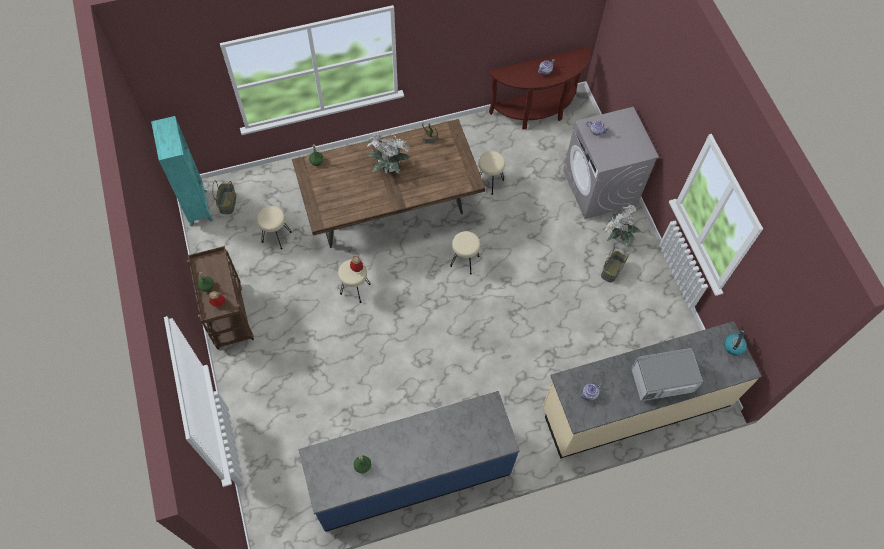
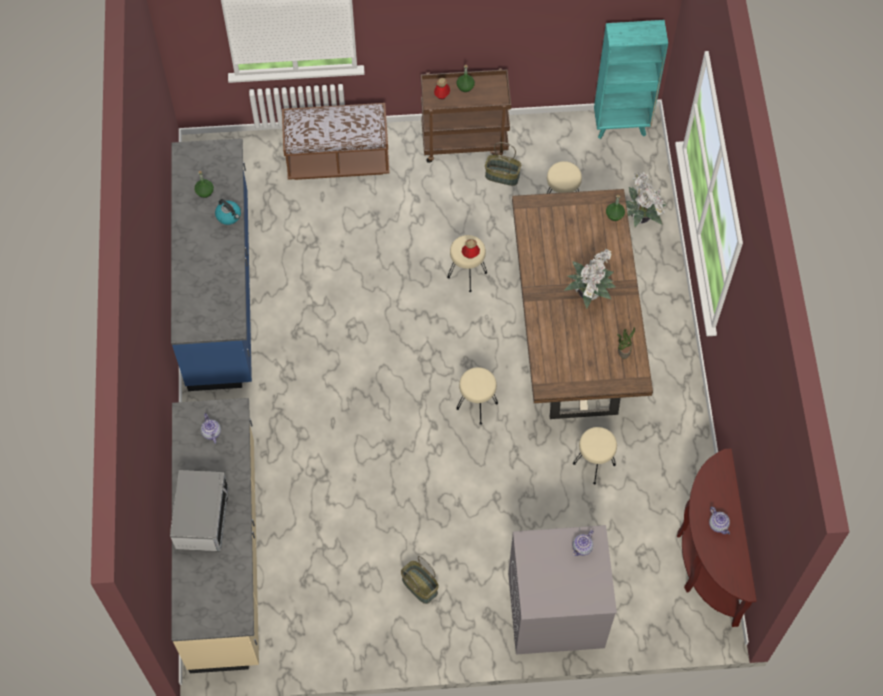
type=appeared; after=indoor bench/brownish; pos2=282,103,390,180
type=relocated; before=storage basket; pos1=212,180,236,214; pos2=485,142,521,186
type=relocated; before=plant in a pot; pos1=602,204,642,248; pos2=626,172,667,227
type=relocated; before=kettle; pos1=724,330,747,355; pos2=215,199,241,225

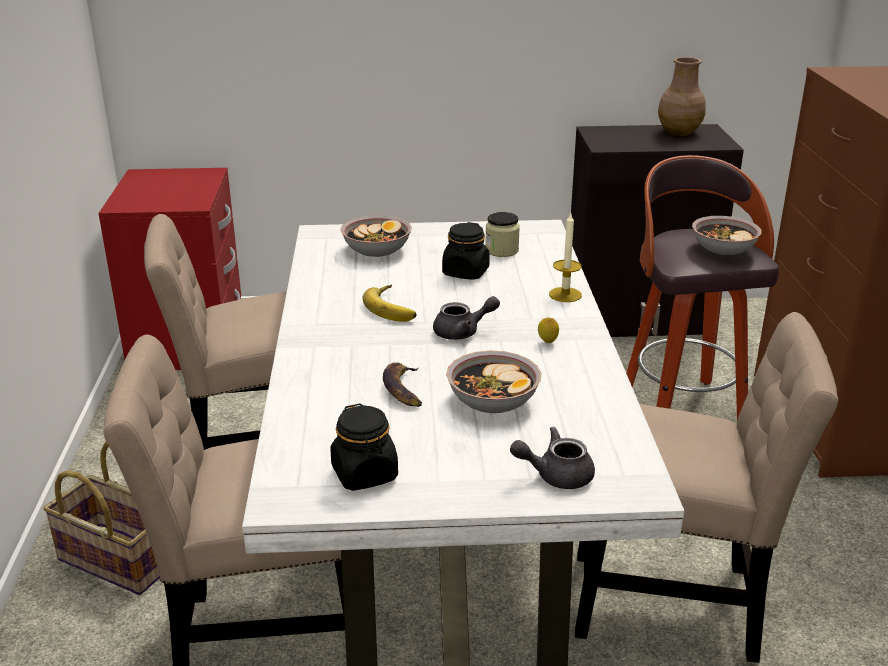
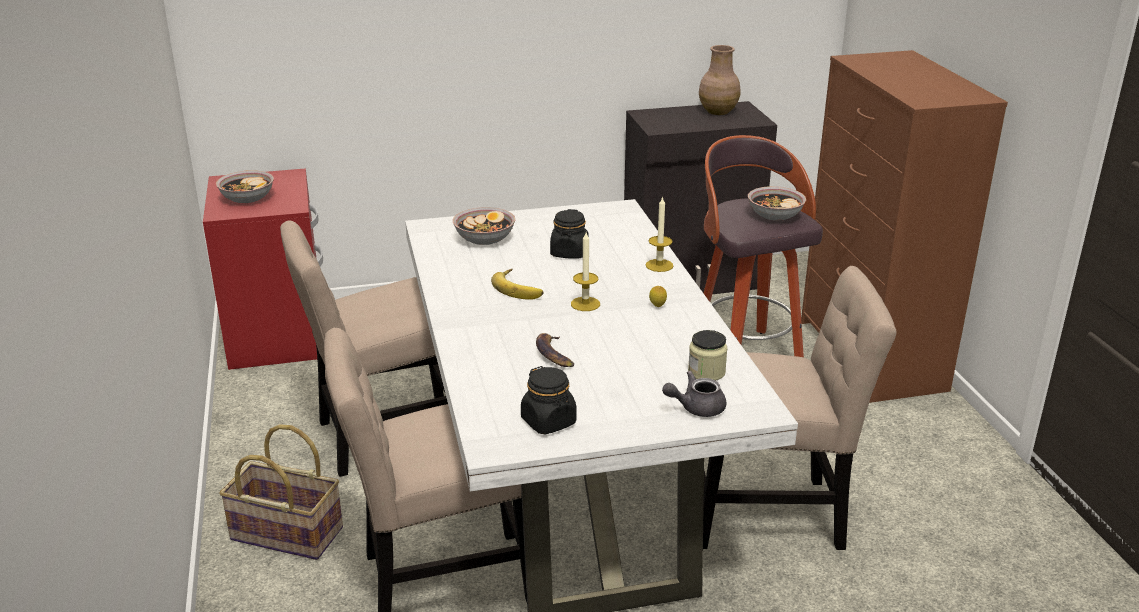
type=relocated; before=serving bowl; pos1=446,350,541,413; pos2=216,170,274,203
type=relocated; before=storage jar; pos1=485,212,520,257; pos2=688,330,728,381
type=exchanged; before=tea pot/greyish; after=wax light; pos1=433,296,500,340; pos2=571,232,600,311

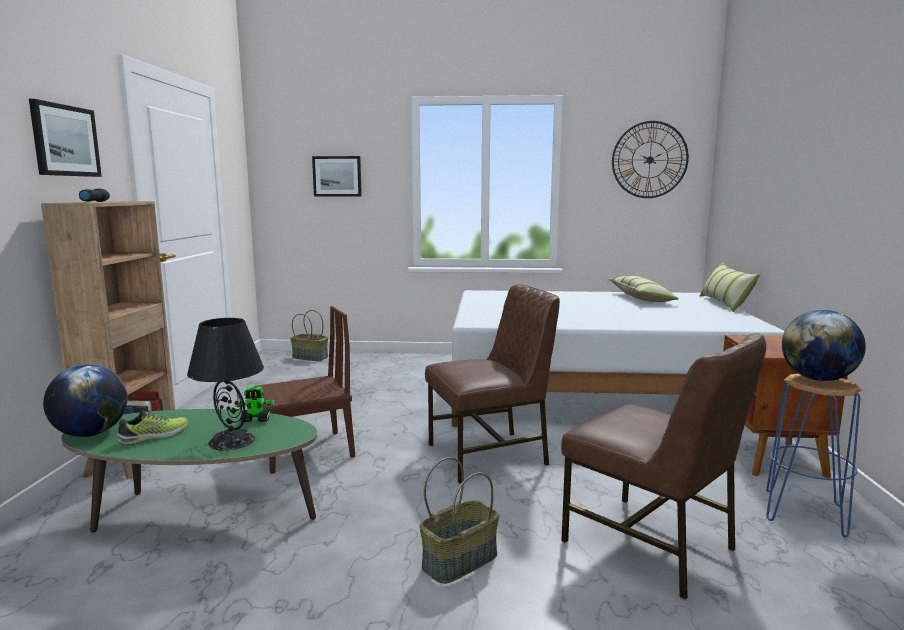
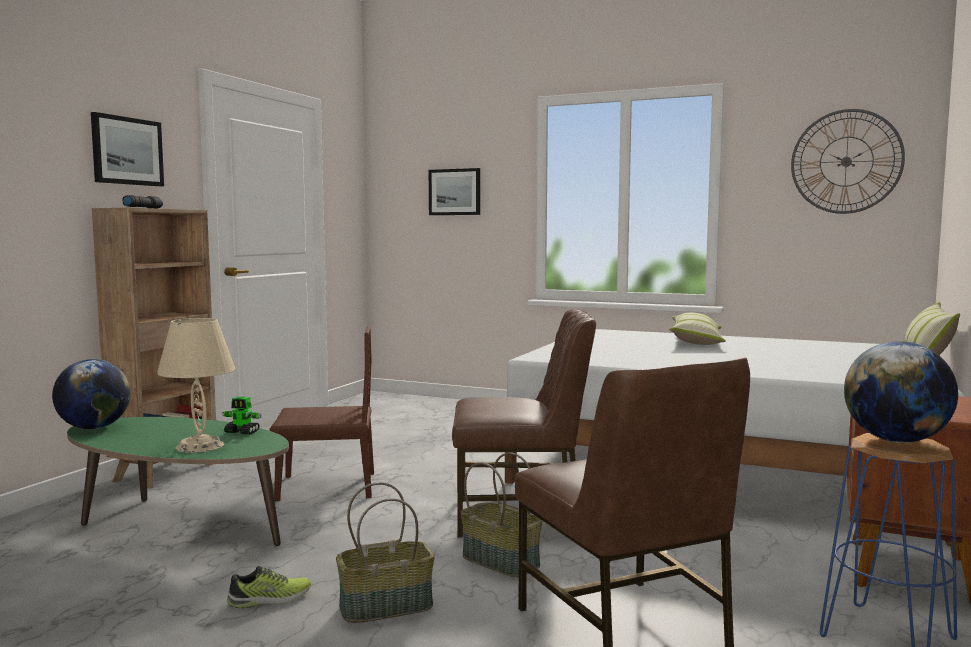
type=relocated; before=shoe; pos1=117,411,188,445; pos2=227,566,311,608
type=relocated; before=storage basket; pos1=290,310,328,361; pos2=461,452,542,577
type=relocated; before=cushion; pos1=608,276,679,302; pos2=669,313,725,345
type=colour; before=tabletop lamp/black; after=tabletop lamp/beige-coloured; pos1=187,318,264,451; pos2=157,318,235,453

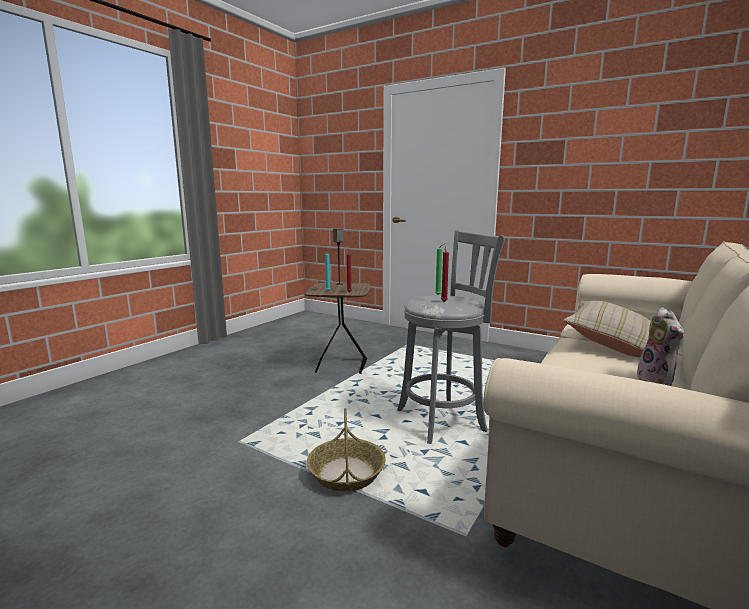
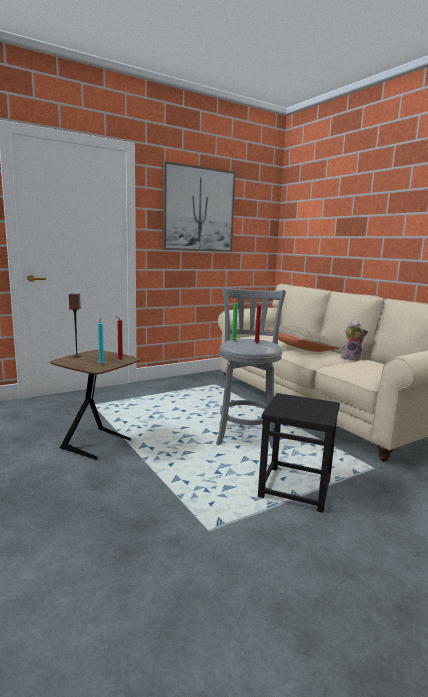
type=appeared; after=wall picture; pos2=162,161,236,252
type=exchanged; before=storage basket; after=stool/black; pos1=307,408,386,492; pos2=258,393,340,513

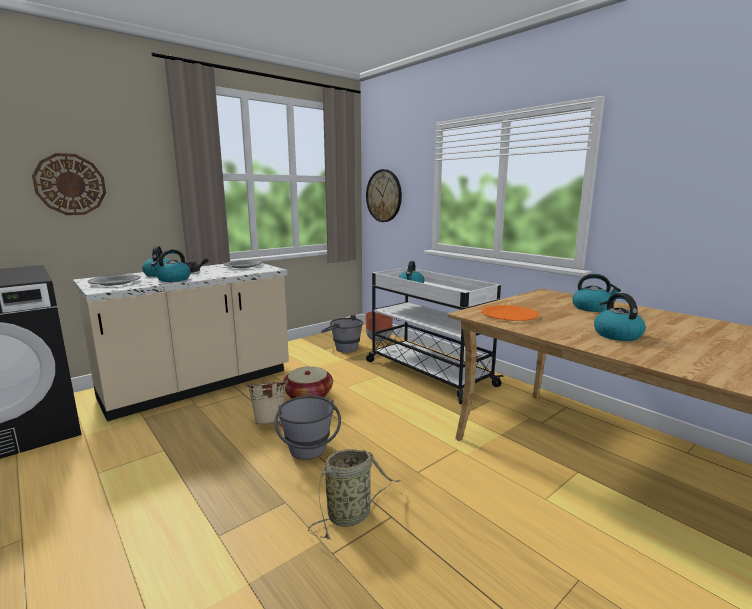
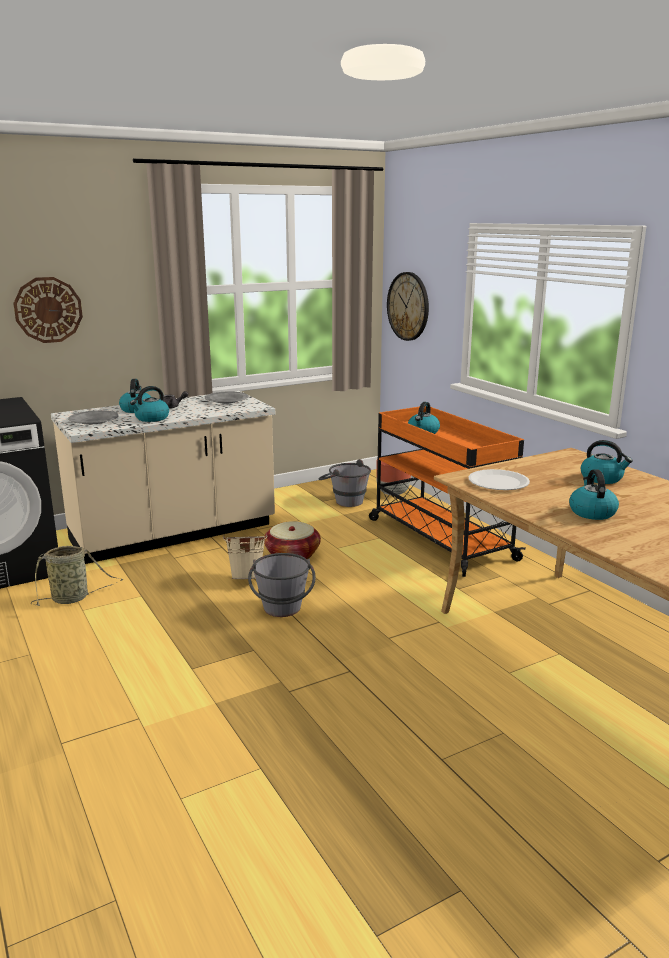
type=relocated; before=storage basket; pos1=308,449,401,539; pos2=31,546,123,606
type=colour; before=trolley/white; after=trolley/orange; pos1=366,267,504,404; pos2=369,406,526,577
type=colour; before=plate/orange; after=plate/white; pos1=481,305,539,321; pos2=468,469,530,490

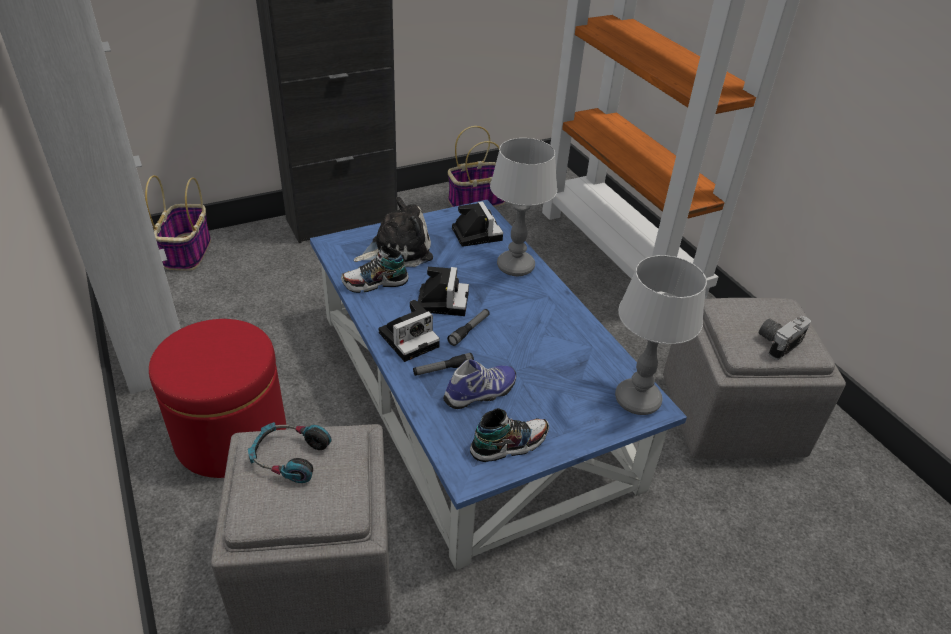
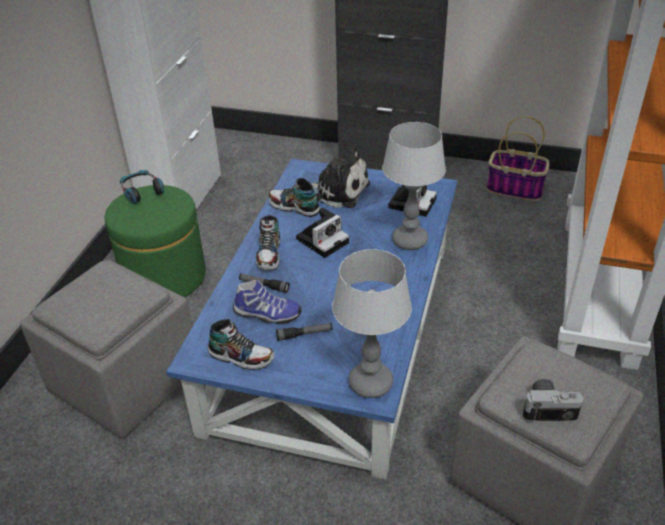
type=missing; before=storage basket; pos1=145,175,211,271
type=relocated; before=headphones; pos1=248,422,332,483; pos2=120,170,164,204
type=relocated; before=flashlight; pos1=447,309,490,346; pos2=276,323,333,341
type=exchanged; before=still camera; after=shoe; pos1=379,300,440,362; pos2=256,215,280,270
type=colour; before=pouffe/red-coloured; after=pouffe/green; pos1=149,319,286,478; pos2=105,185,206,297

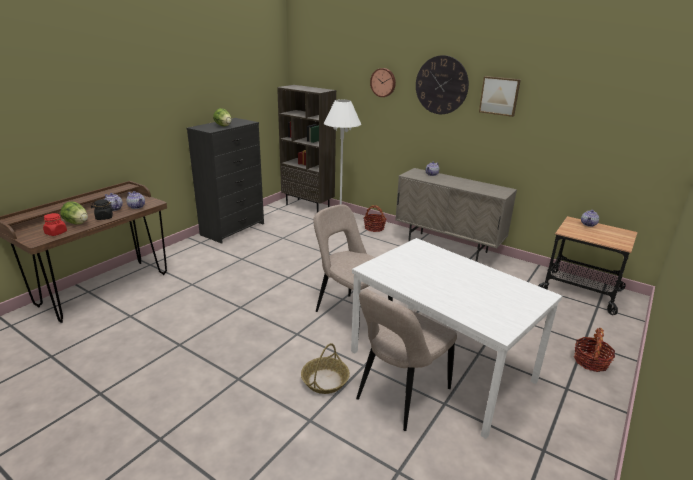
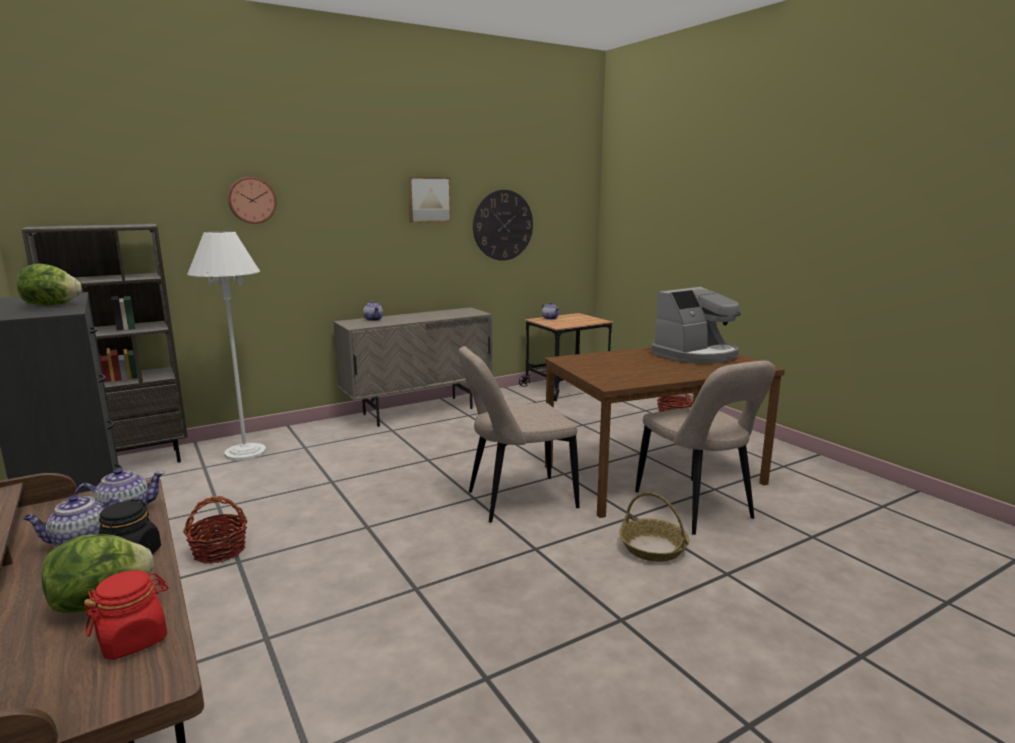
type=appeared; after=coffee machine; pos2=652,287,741,364
type=relocated; before=storage basket; pos1=364,205,386,232; pos2=183,496,247,564
type=relocated; before=clock on the wall; pos1=416,55,469,114; pos2=473,190,533,261
type=colour; before=kitchen table/white; after=kitchen table/brownish; pos1=351,238,562,439; pos2=544,347,785,518

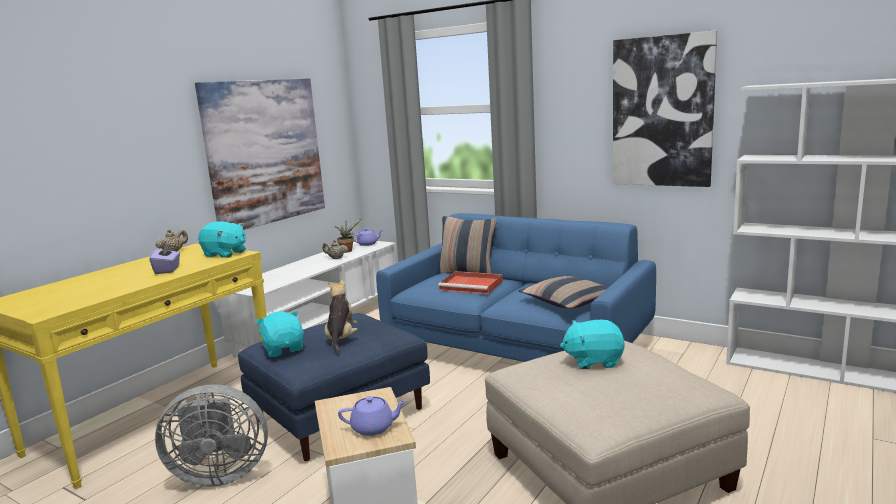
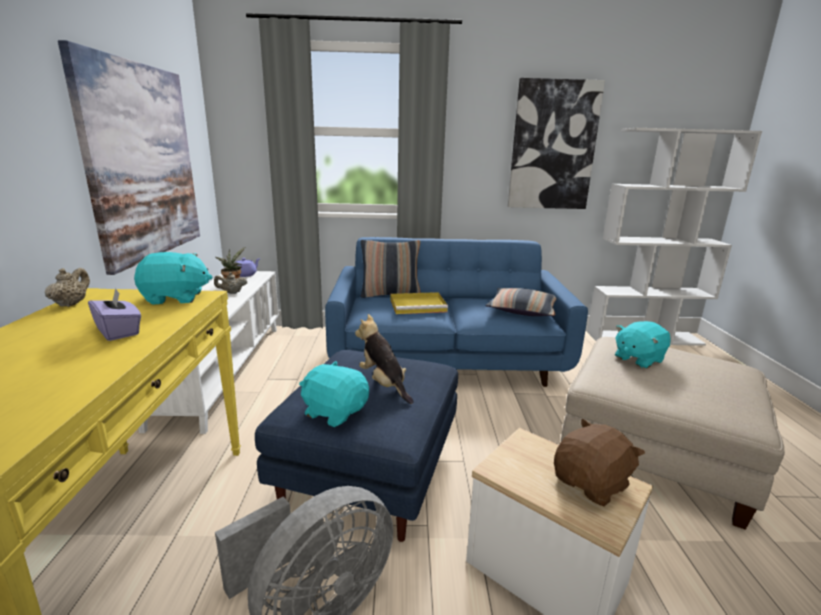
type=exchanged; before=tea pot/purplish; after=plush toy/brownish; pos1=338,396,407,436; pos2=554,419,645,507
type=colour; before=serving tray/red-coloured; after=serving tray/yellow-coloured; pos1=438,271,503,294; pos2=390,292,448,314

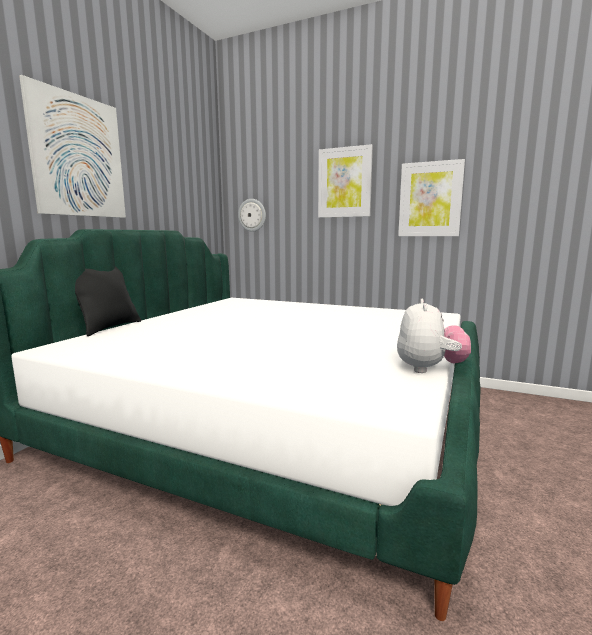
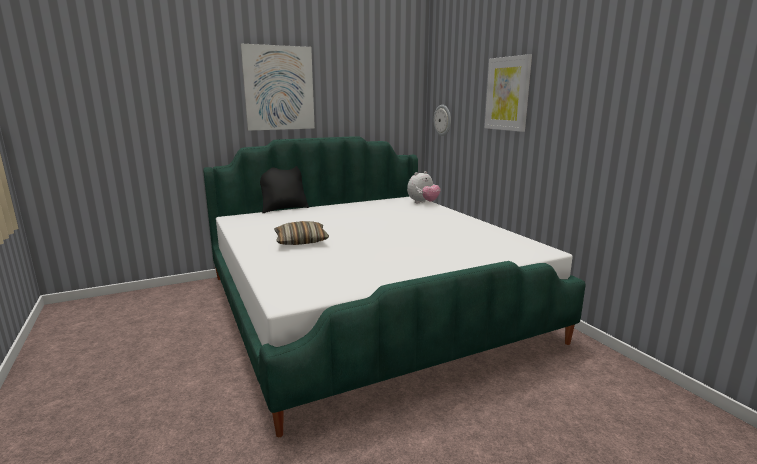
type=missing; before=wall picture; pos1=398,159,465,236
type=appeared; after=cushion; pos2=274,221,329,245
type=relocated; before=plush toy; pos1=397,299,471,373; pos2=407,171,441,203

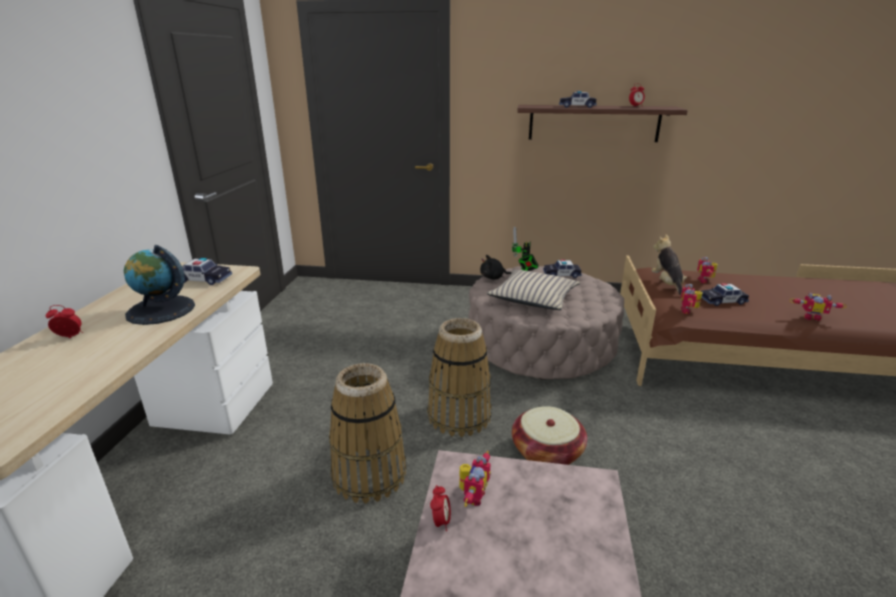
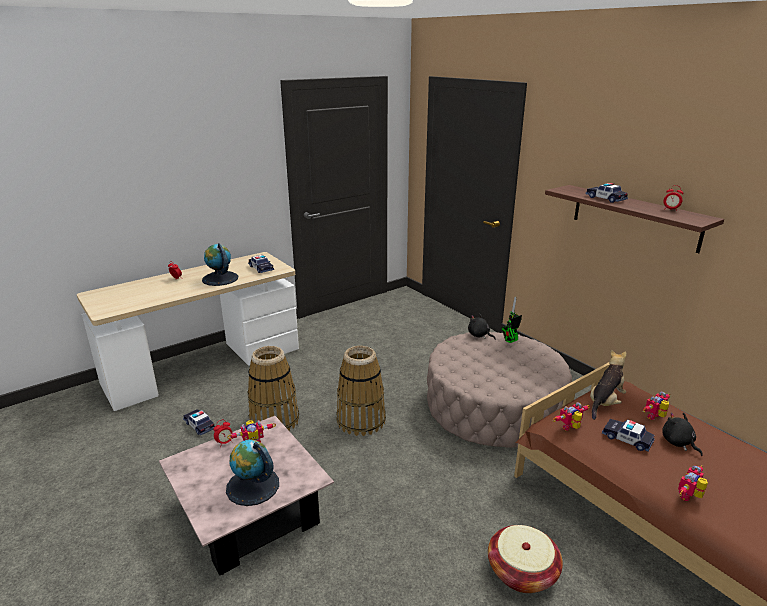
type=missing; before=cushion/beige-coloured; pos1=486,270,580,310
type=appeared; after=world globe; pos2=226,439,279,506
type=appeared; after=plush toy/black; pos2=662,413,703,456
type=relocated; before=storage basket; pos1=512,406,587,465; pos2=488,525,563,593
type=relocated; before=miniature car; pos1=543,259,582,278; pos2=183,409,215,436
type=spun; before=model robot; pos1=789,293,847,321; pos2=678,465,708,501; turn=75

